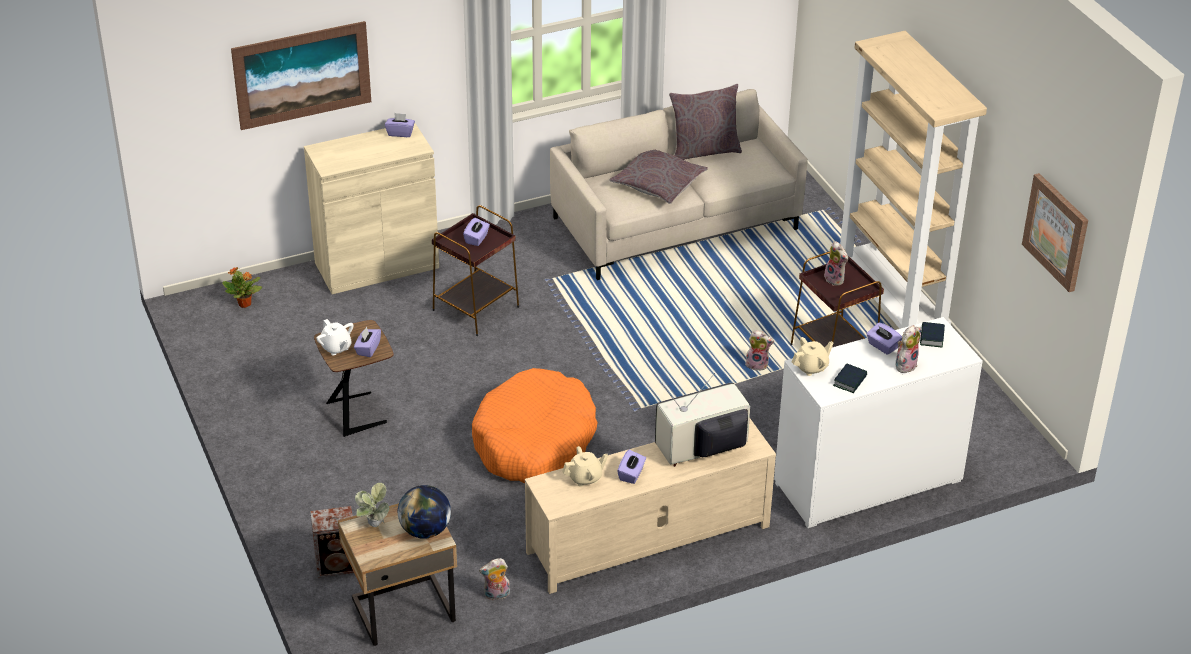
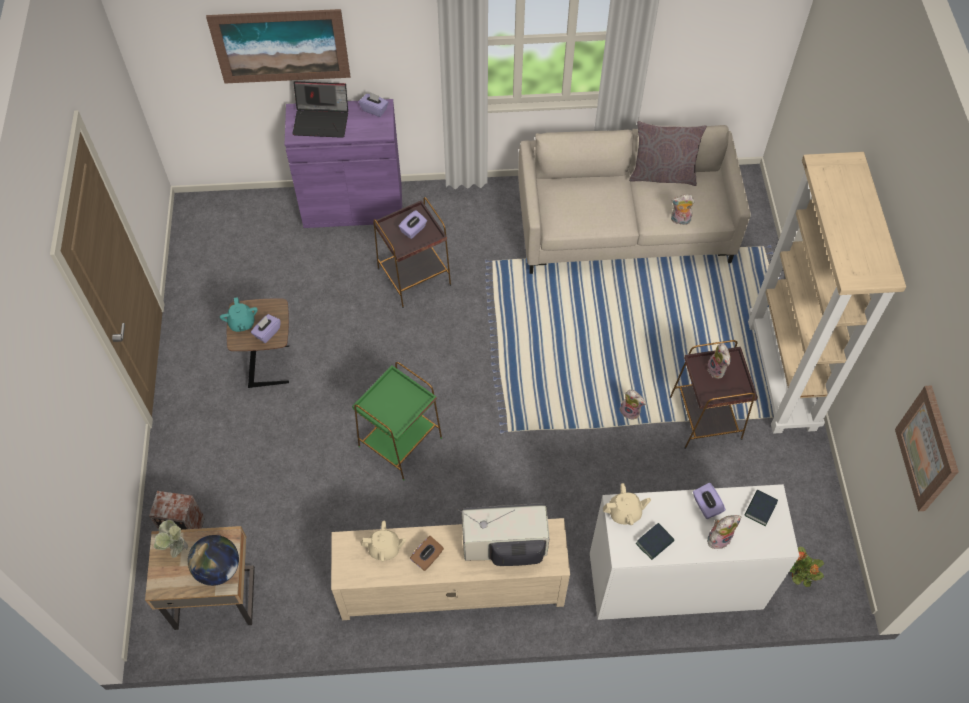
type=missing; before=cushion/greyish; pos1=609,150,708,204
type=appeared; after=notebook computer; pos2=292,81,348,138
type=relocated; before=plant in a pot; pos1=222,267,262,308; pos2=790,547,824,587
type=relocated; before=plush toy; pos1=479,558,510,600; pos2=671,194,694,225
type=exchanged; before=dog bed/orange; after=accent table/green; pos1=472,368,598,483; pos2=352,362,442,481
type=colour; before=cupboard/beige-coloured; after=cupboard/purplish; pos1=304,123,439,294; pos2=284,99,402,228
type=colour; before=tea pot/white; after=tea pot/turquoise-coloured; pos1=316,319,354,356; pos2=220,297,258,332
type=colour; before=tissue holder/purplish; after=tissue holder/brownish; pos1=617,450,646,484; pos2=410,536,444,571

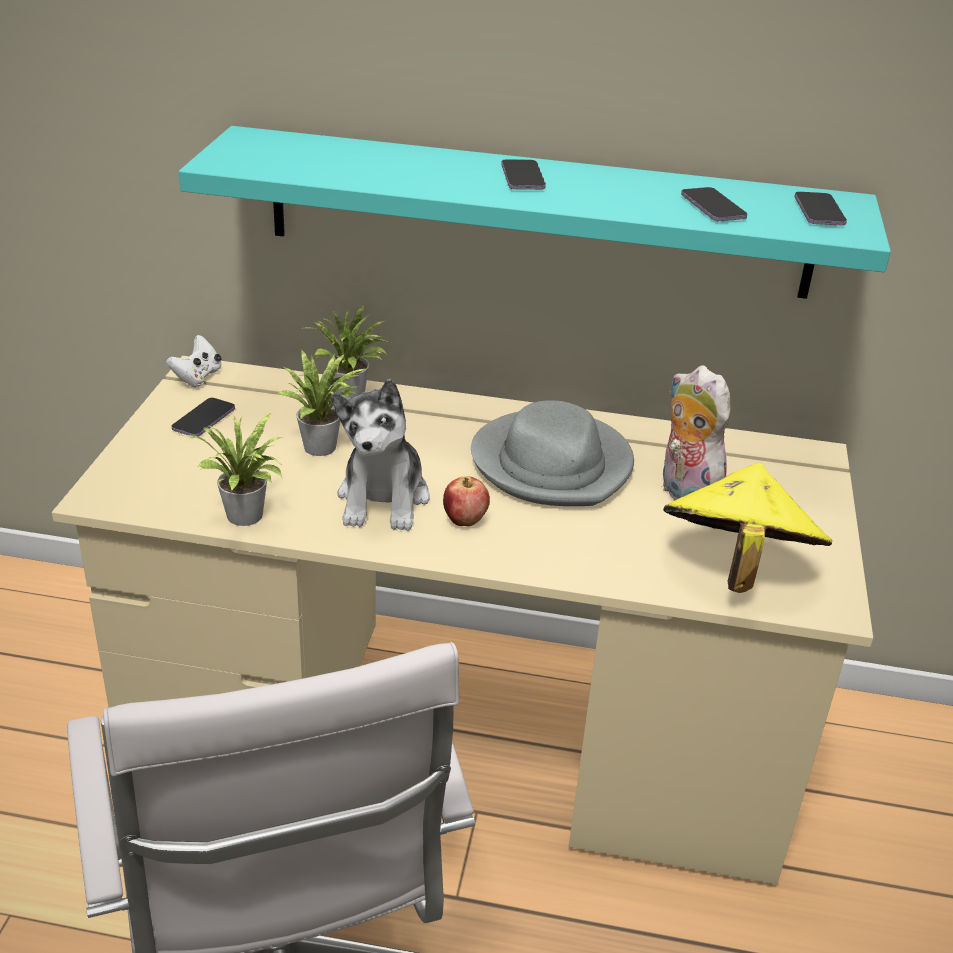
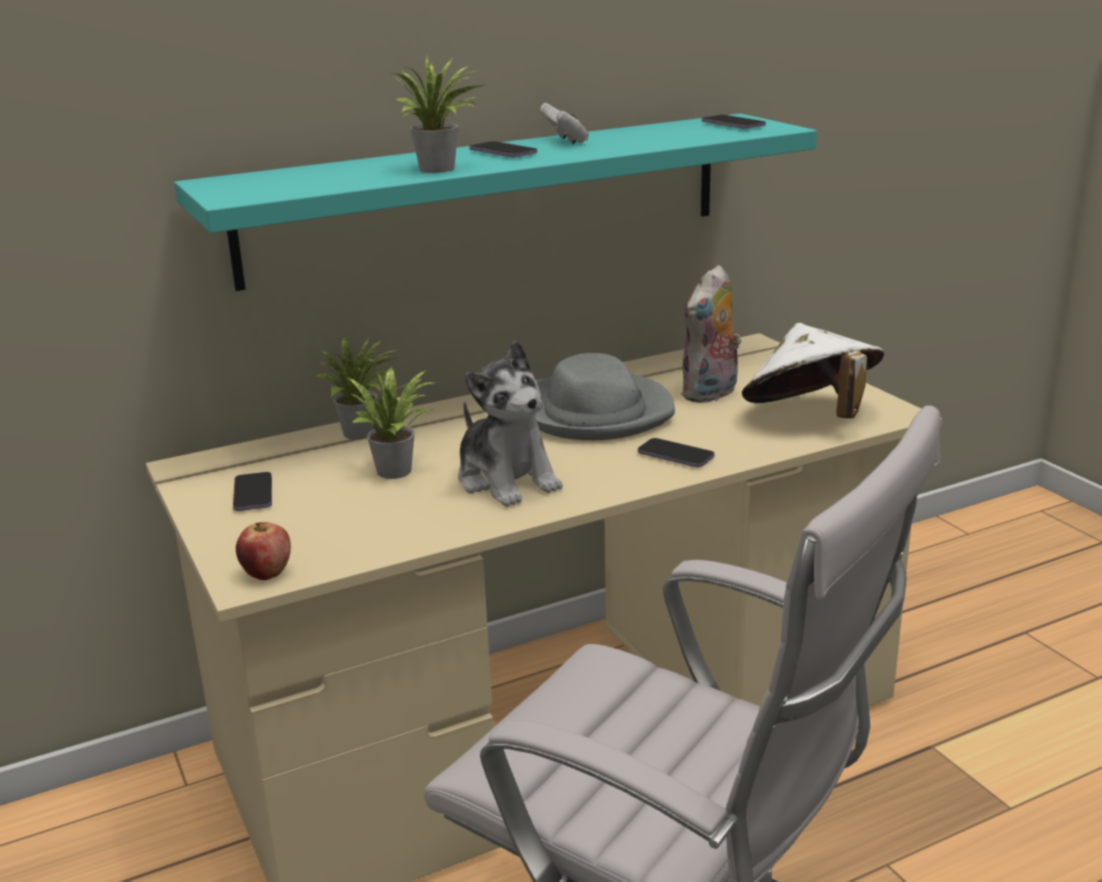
type=relocated; before=joypad/white; pos1=166,335,221,387; pos2=540,103,589,144
type=relocated; before=plant in a pot; pos1=180,413,283,526; pos2=392,55,485,173
type=relocated; before=apple; pos1=443,476,490,526; pos2=236,522,291,580
type=relocated; before=phone; pos1=681,187,747,221; pos2=638,438,715,467
type=colour; before=wearable hat/yellow-coloured; after=wearable hat/white; pos1=663,463,832,593; pos2=742,323,884,418
type=spun; before=plush toy; pos1=661,365,731,501; pos2=681,265,742,403; turn=-75

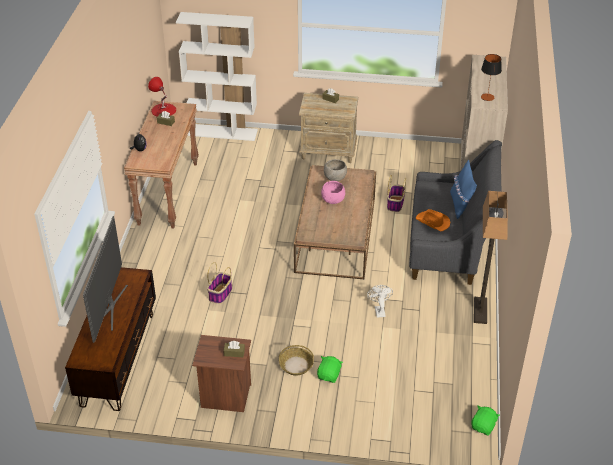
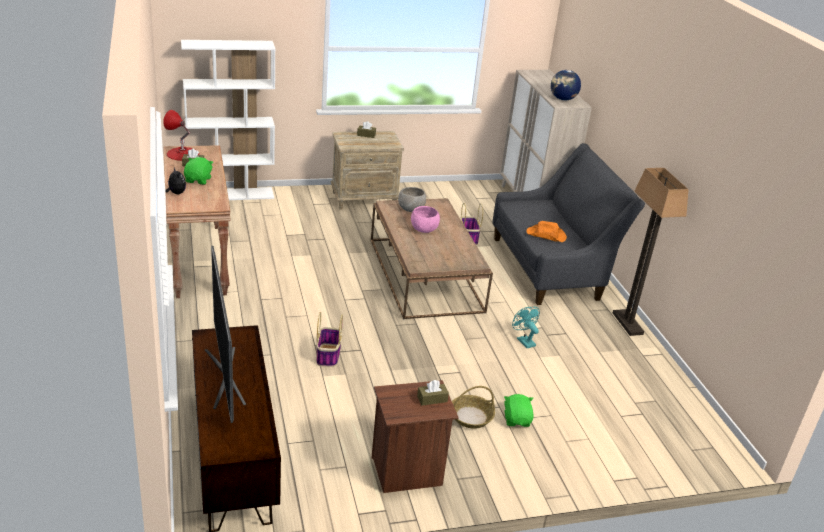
type=missing; before=cushion/blue; pos1=450,160,477,219
type=relocated; before=plush toy/green; pos1=471,406,500,435; pos2=184,157,213,185
type=exchanged; before=tabletop lamp; after=world globe; pos1=481,54,502,101; pos2=551,70,581,100
type=colour; before=electric fan/white; after=electric fan/turquoise-coloured; pos1=367,285,393,317; pos2=512,307,540,348

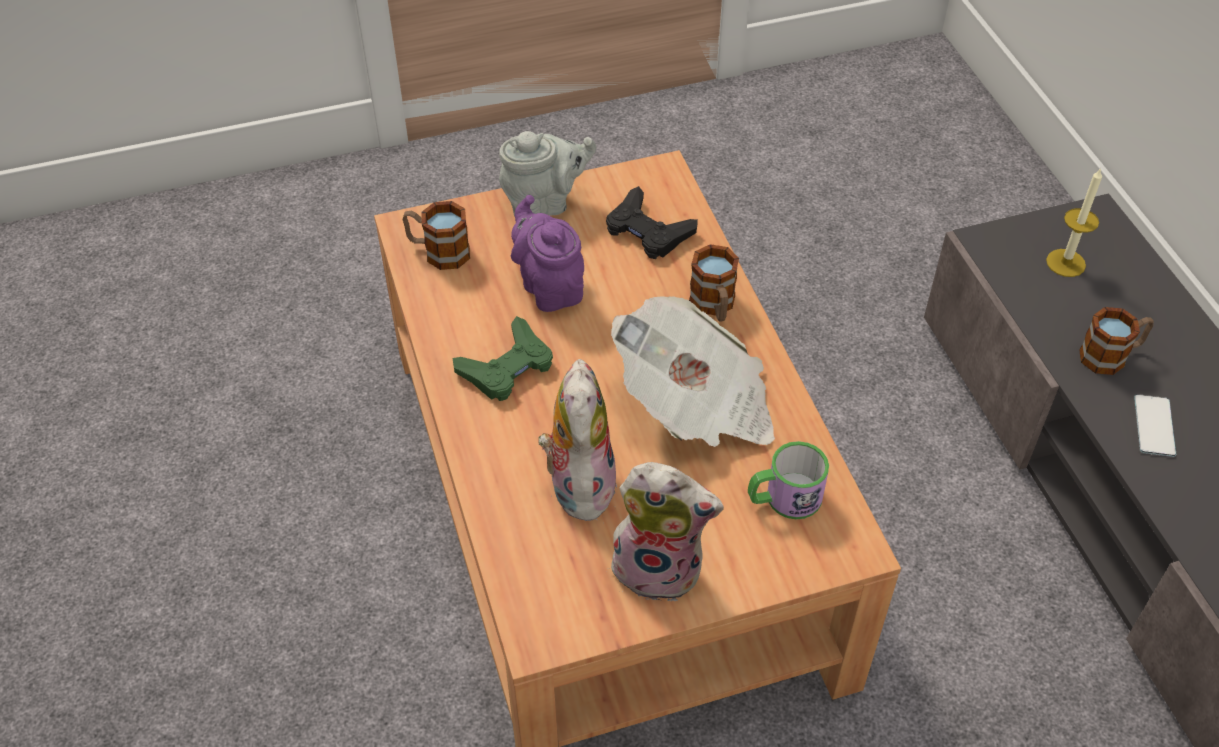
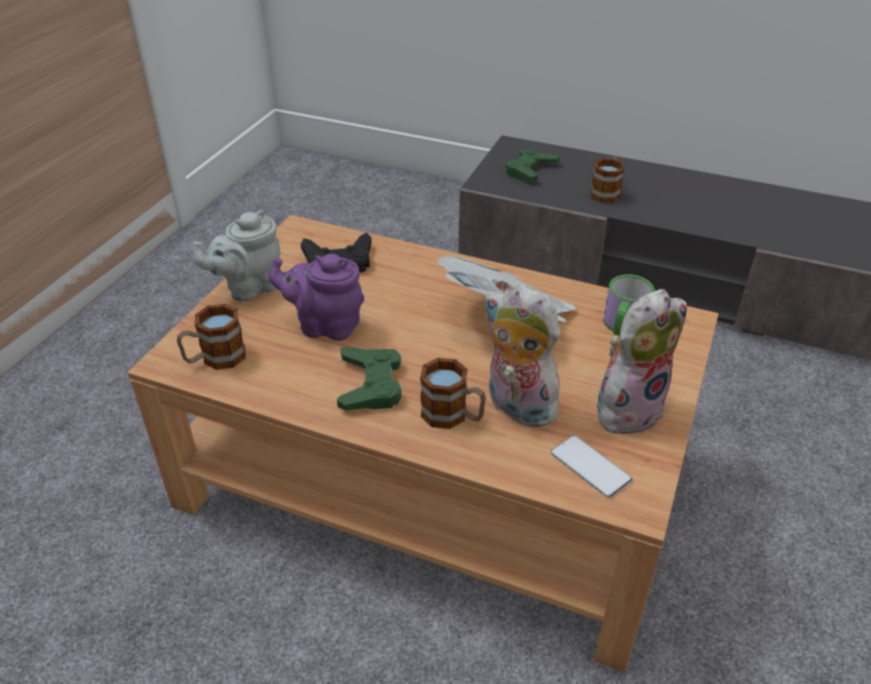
type=relocated; before=coffee mug; pos1=689,244,739,322; pos2=420,358,486,429
type=relocated; before=phone; pos1=1134,394,1176,457; pos2=551,435,632,498
type=exchanged; before=wax light; after=joypad/green; pos1=1046,168,1102,277; pos2=506,148,560,181
type=spun; before=tea pot/greyish; pos1=499,131,596,216; pos2=193,210,280,301; turn=-150

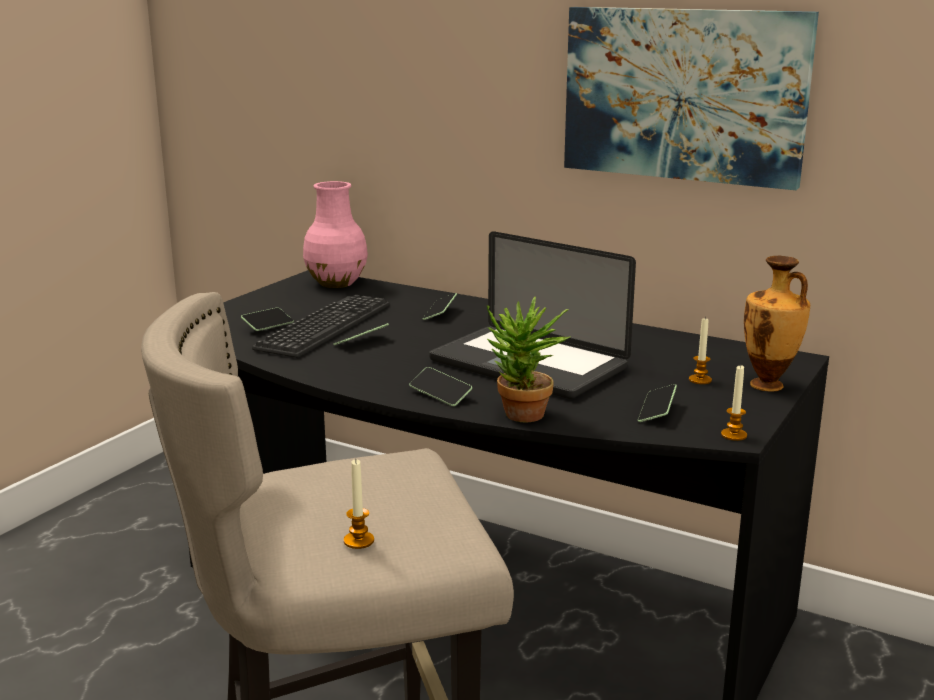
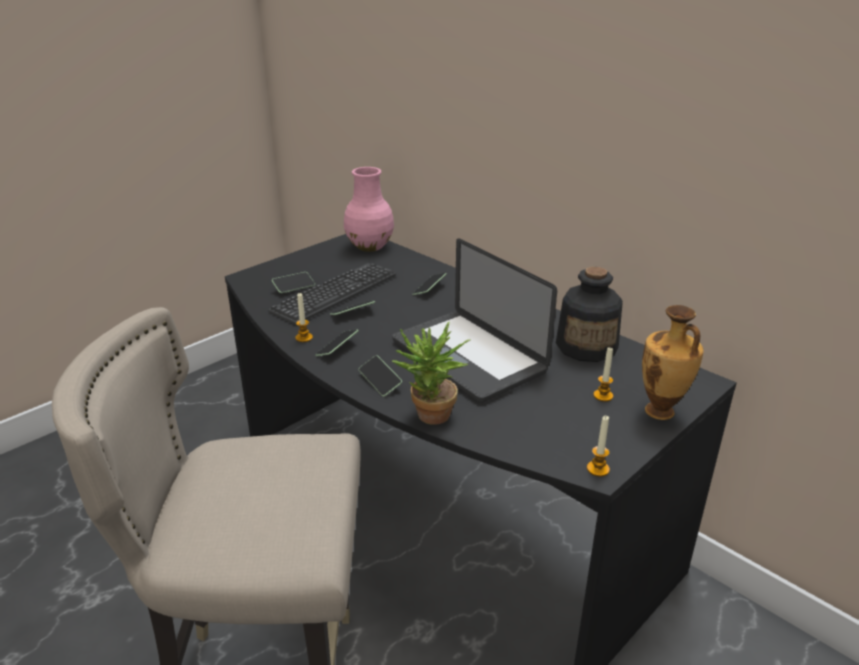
type=missing; before=wall picture; pos1=564,7,819,190
type=appeared; after=bottle; pos2=556,267,623,362
type=relocated; before=wax light; pos1=344,459,374,549; pos2=295,293,313,342
type=relocated; before=phone; pos1=638,384,677,422; pos2=315,329,358,356

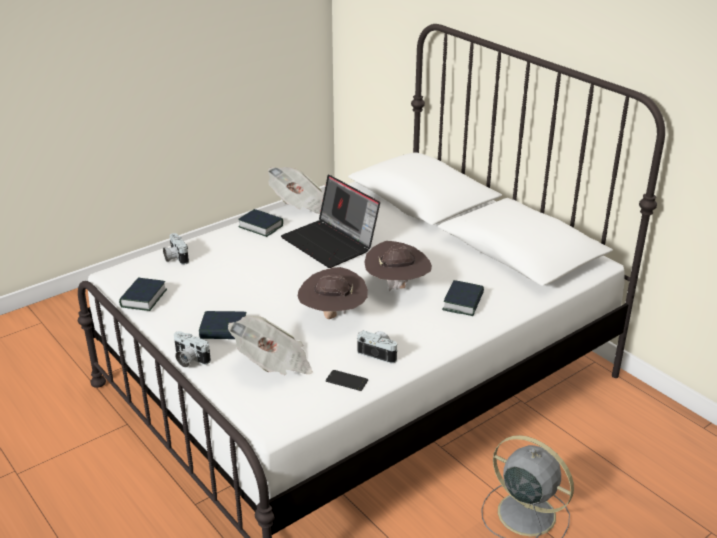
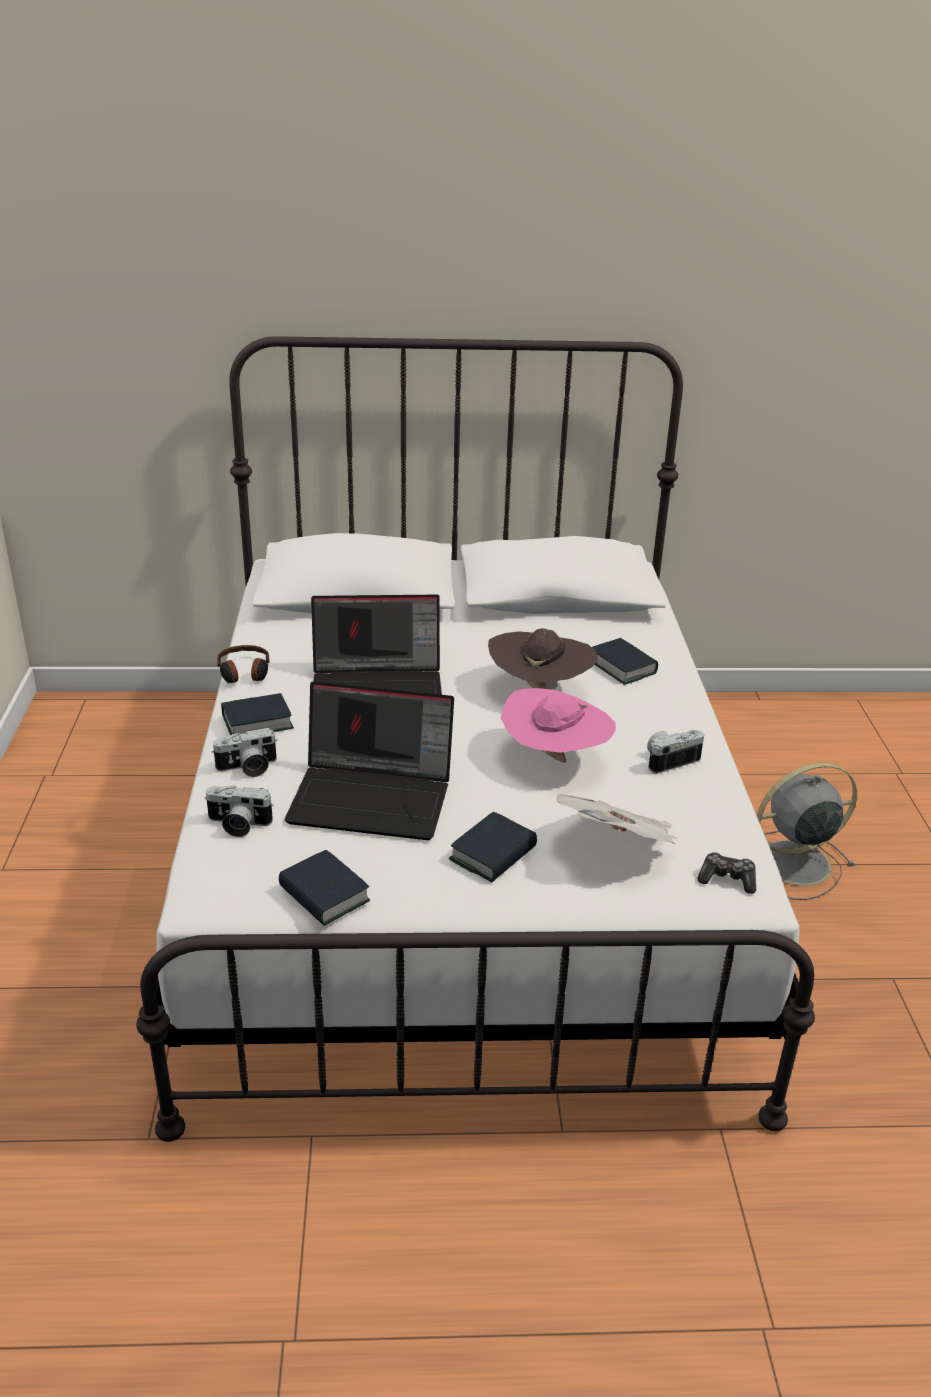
type=missing; before=phone; pos1=326,370,368,391
type=appeared; after=notebook computer; pos2=285,682,454,840
type=appeared; after=joypad; pos2=697,852,756,893
type=relocated; before=still camera; pos1=174,331,211,368; pos2=211,728,277,777
type=exchanged; before=daily paper; after=headphones; pos1=268,167,324,214; pos2=217,645,270,683
type=colour; before=wearable hat/brownish; after=wearable hat/pink; pos1=298,267,368,319; pos2=501,688,616,763

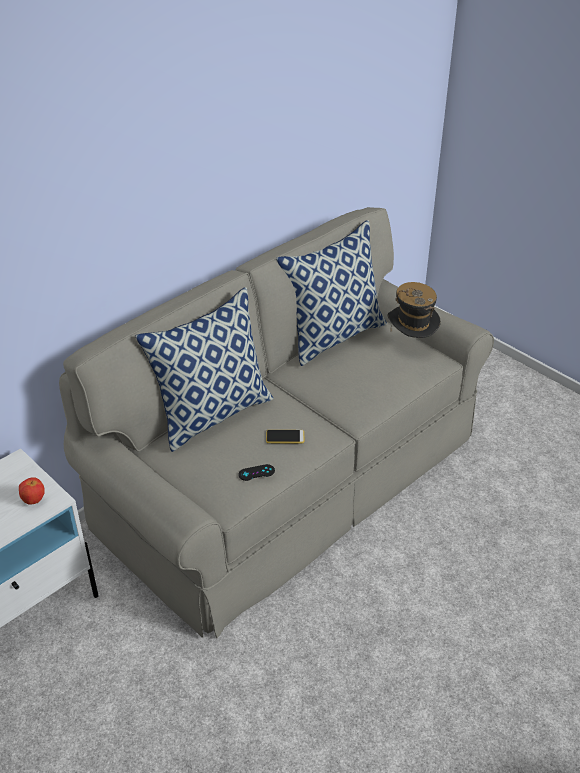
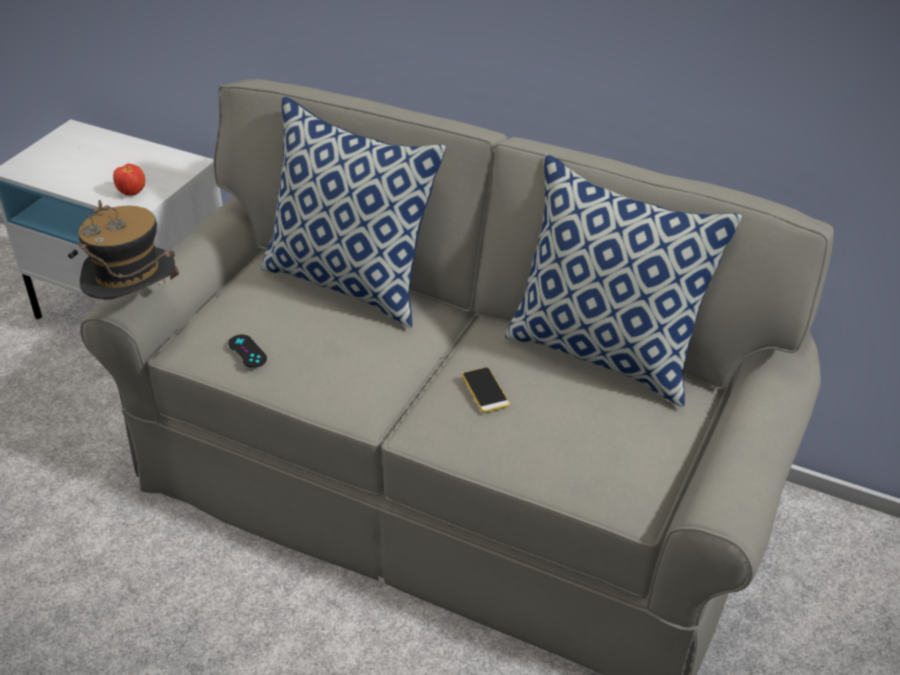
type=relocated; before=phone; pos1=266,430,304,443; pos2=462,367,510,413
type=relocated; before=wearable hat; pos1=388,282,441,338; pos2=78,200,179,300

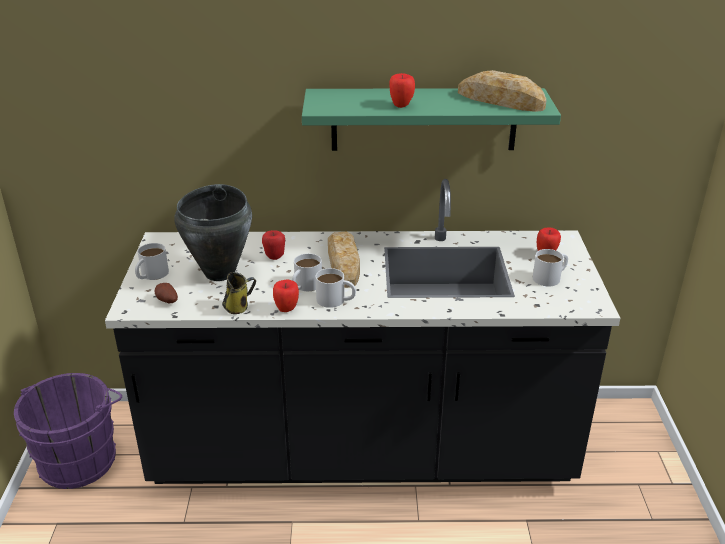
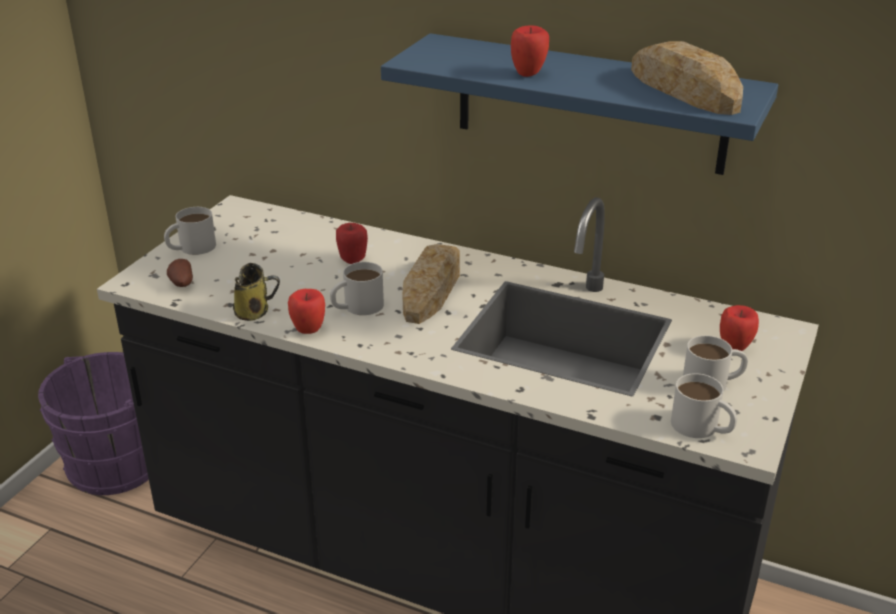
type=missing; before=stockpot/black; pos1=174,184,252,281
type=relocated; before=coffee mug/white; pos1=316,268,356,308; pos2=671,373,737,438
type=colour; before=shelf/green; after=shelf/blue; pos1=302,88,561,151; pos2=381,33,778,175

